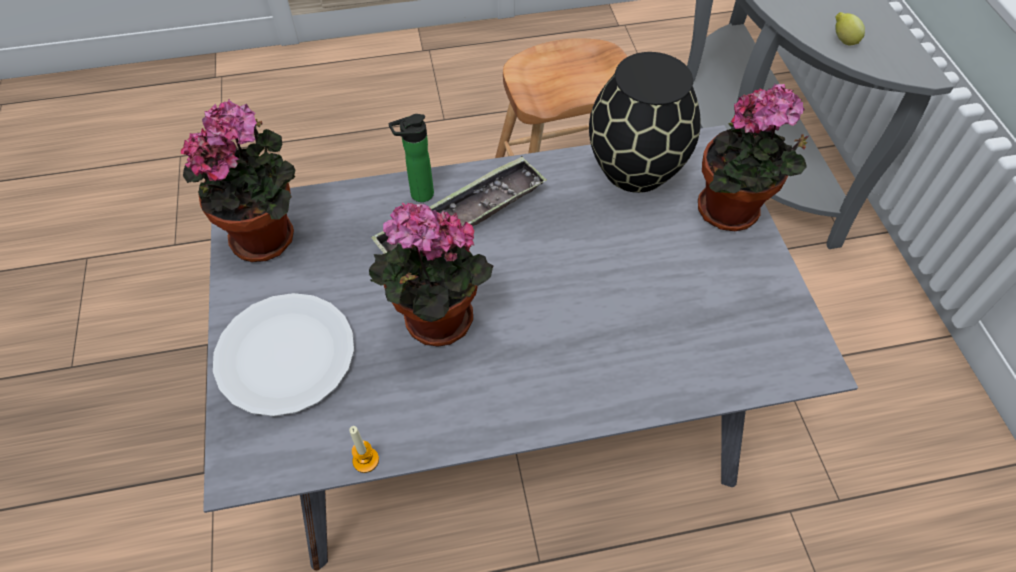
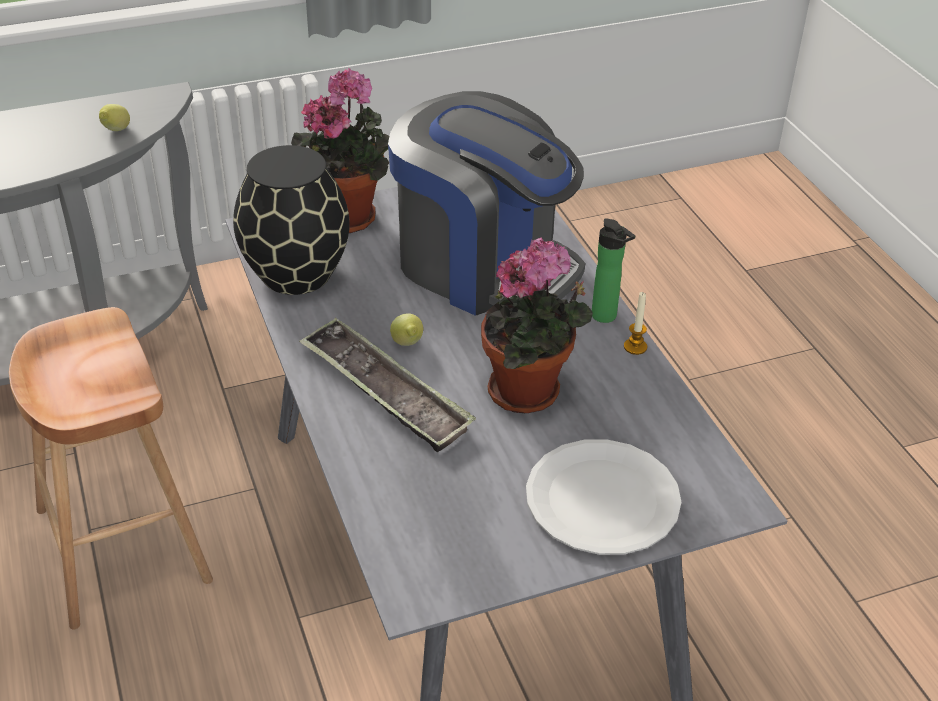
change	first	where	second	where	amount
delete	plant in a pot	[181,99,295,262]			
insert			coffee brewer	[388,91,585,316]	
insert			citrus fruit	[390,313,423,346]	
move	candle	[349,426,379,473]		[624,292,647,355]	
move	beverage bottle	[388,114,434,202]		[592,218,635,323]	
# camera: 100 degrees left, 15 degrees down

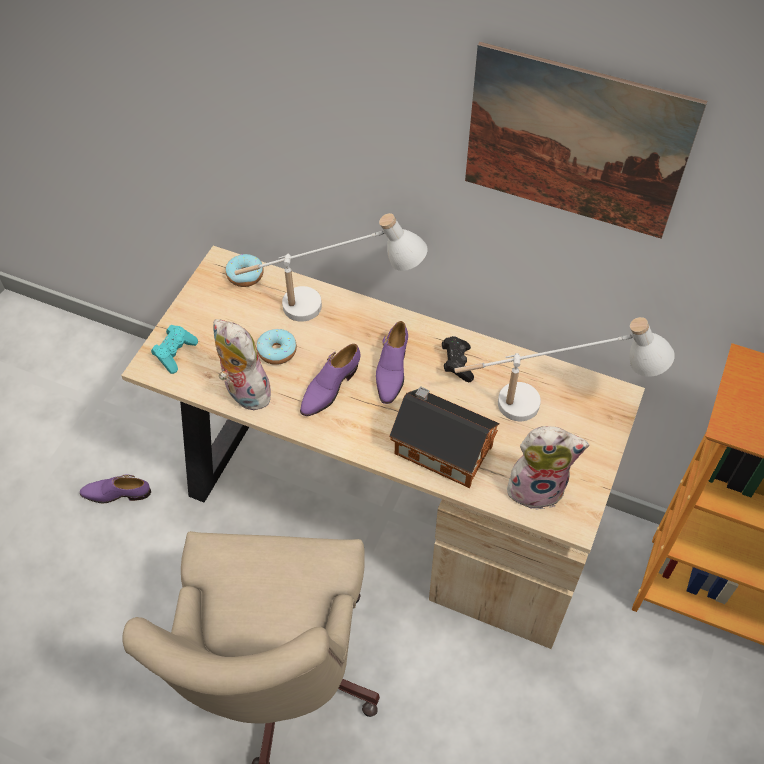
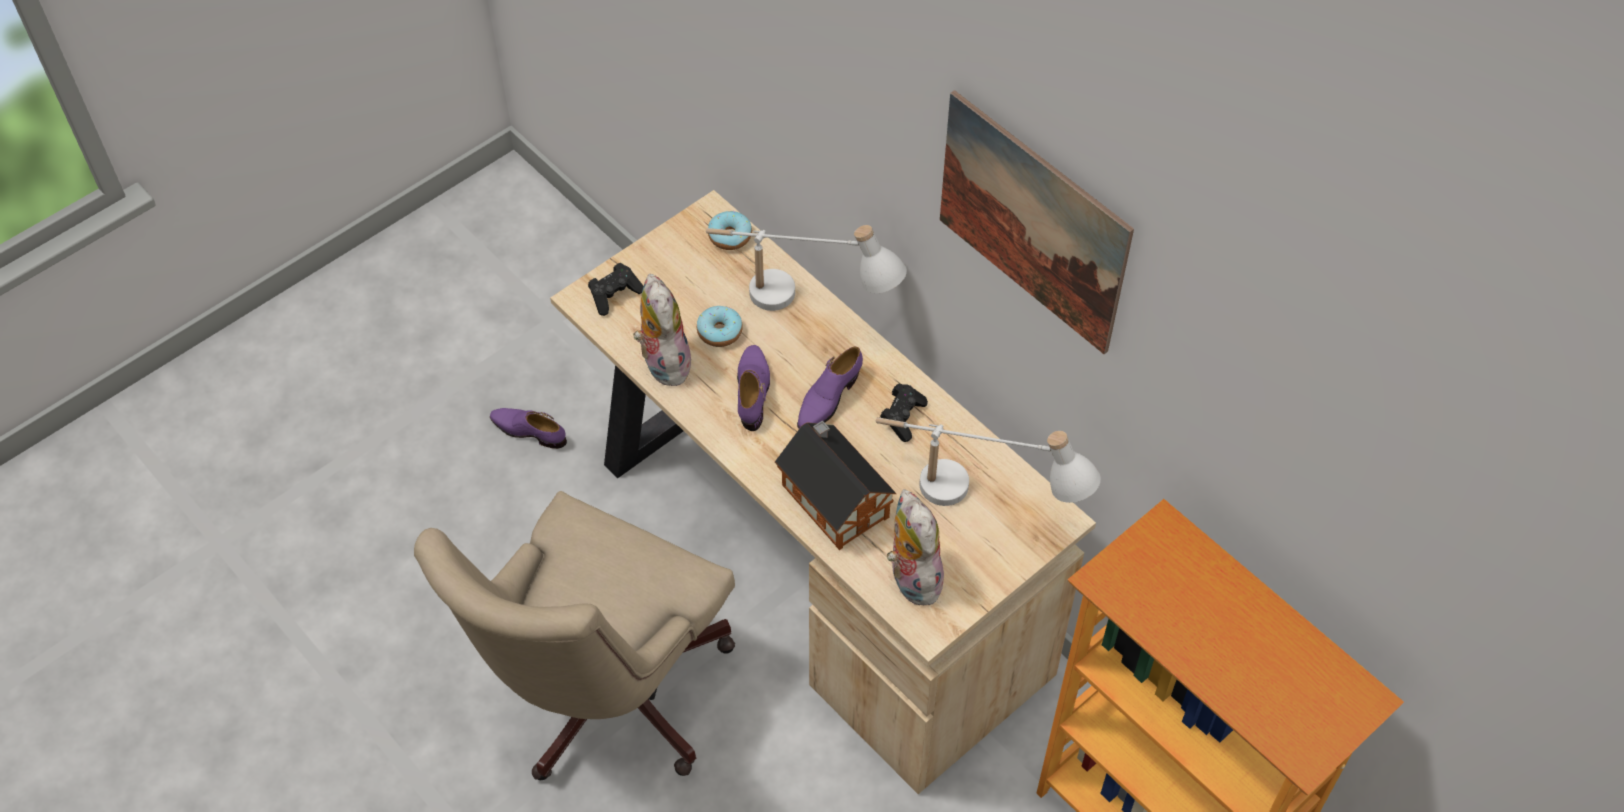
change	first	where	second	where	amount
recolor	blue-green joypad	[151,325,198,374]	blackish joypad	[588,263,644,316]	
rotate	purple-coloured low shoe	[300,344,361,416]		[737,345,770,431]	120 degrees clockwise
rotate	soft toy	[506,426,589,510]		[887,489,944,605]	135 degrees counterclockwise
# camera: 25 degrees right, 0 degrees up

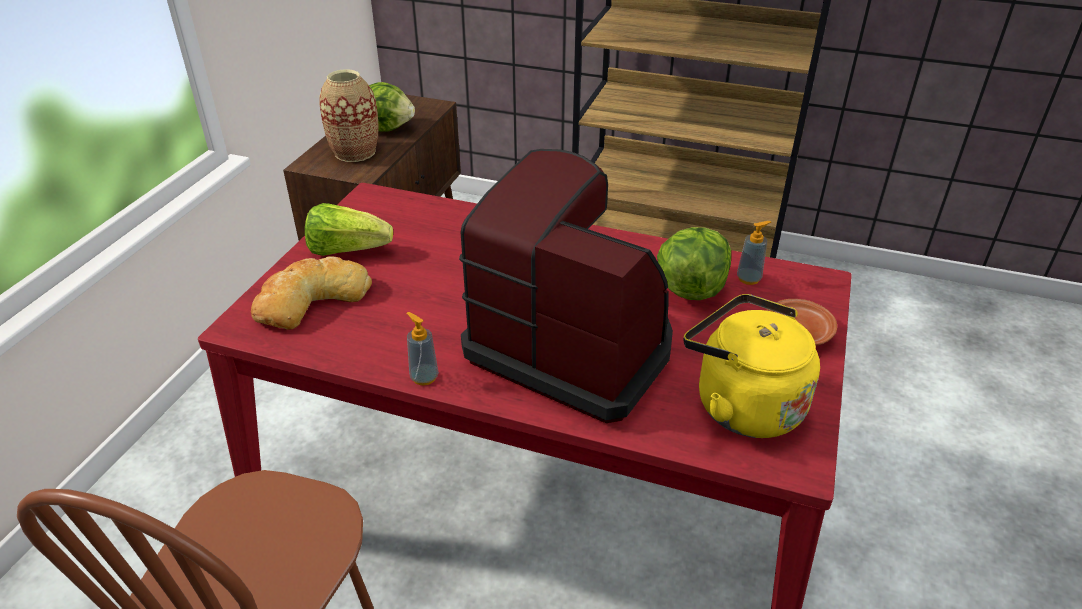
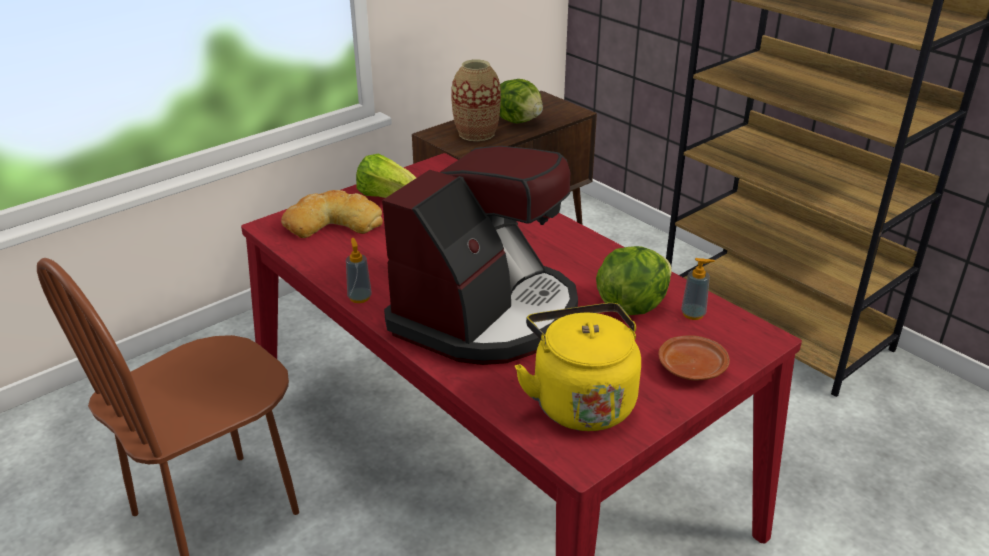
change	first	where	second	where	amount
rotate	coffee brewer	[459,149,673,423]		[382,146,578,365]	60 degrees clockwise
# camera: 30 degrees right, 5 degrees down

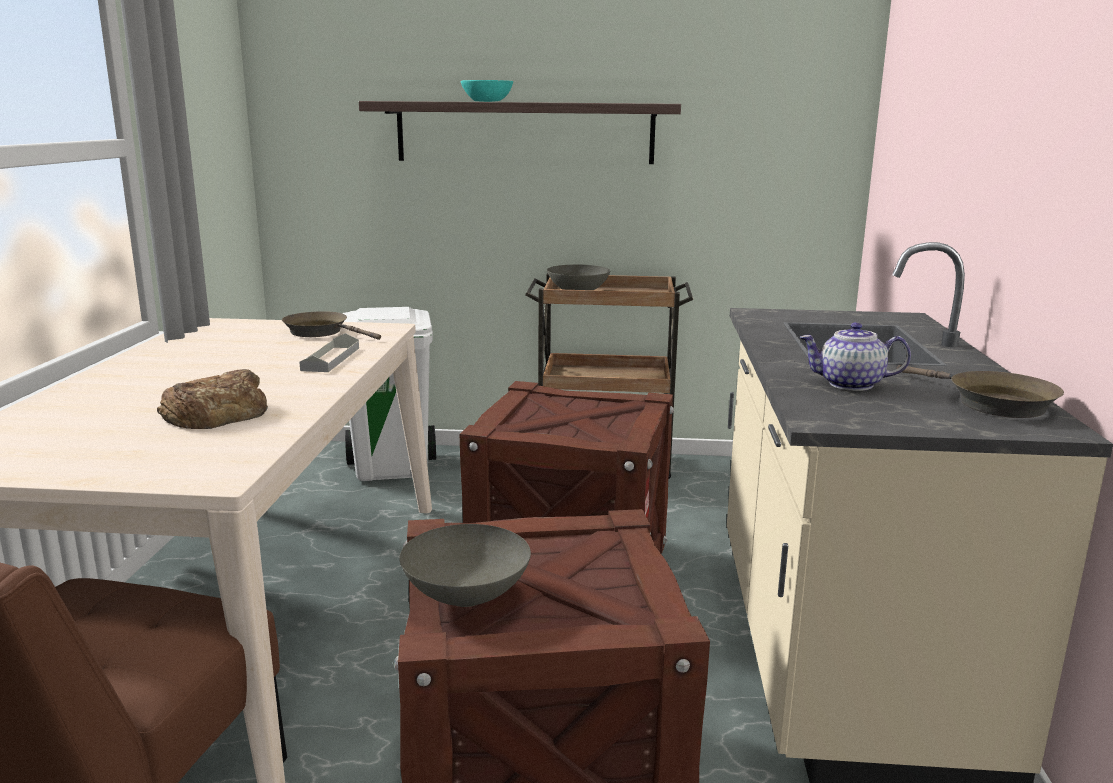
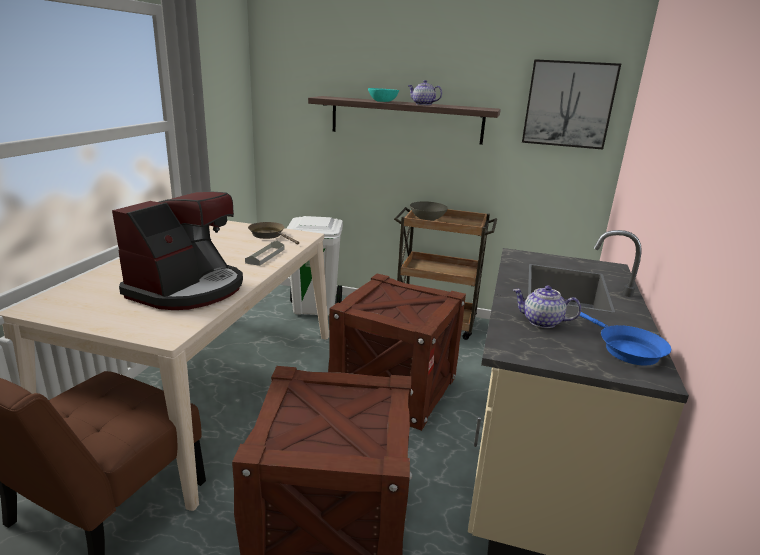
change	first	where	second	where	amount
delete	grey deep dish	[399,524,531,607]			
insert			pot for tea	[408,80,442,105]	
insert			picture	[522,59,621,149]	
replace	bakery bread	[157,369,268,429]	coffee brewer	[112,192,243,310]	
recolor	brown-coloured pan	[897,365,1064,418]	bluish pan	[579,312,671,366]	
# camera: 10 degrees right, 5 degrees up

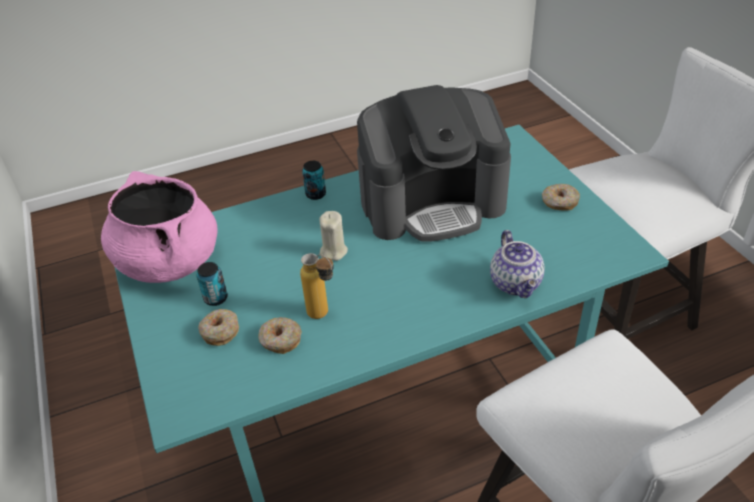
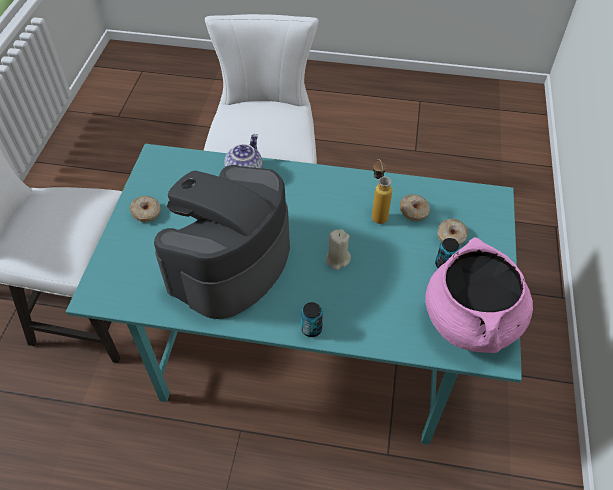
change	first	where	second	where	amount
rotate	coffee brewer	[357,85,511,242]		[154,165,290,319]	75 degrees counterclockwise
# camera: 150 degrees left, 10 degrees up

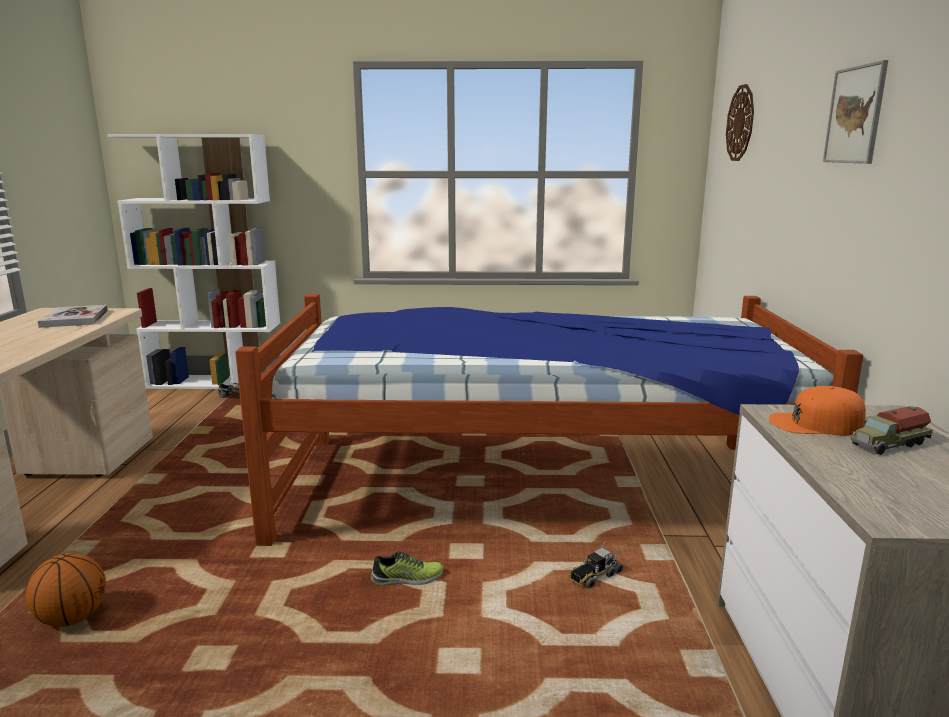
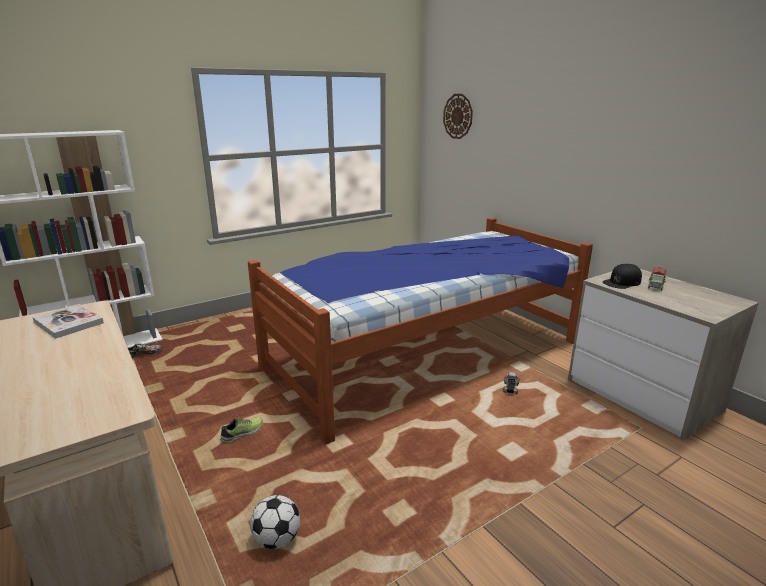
change	first	where	second	where	amount
delete	picture	[823,60,888,164]			
move	low shoe	[371,551,444,586]		[220,417,263,444]	
replace	basketball ball	[25,553,106,627]	ball for football	[250,495,300,549]	
recolor	orangey cap	[769,386,866,436]	blackish cap	[602,264,642,289]	
# camera: 35 degrees left, 5 degrees up

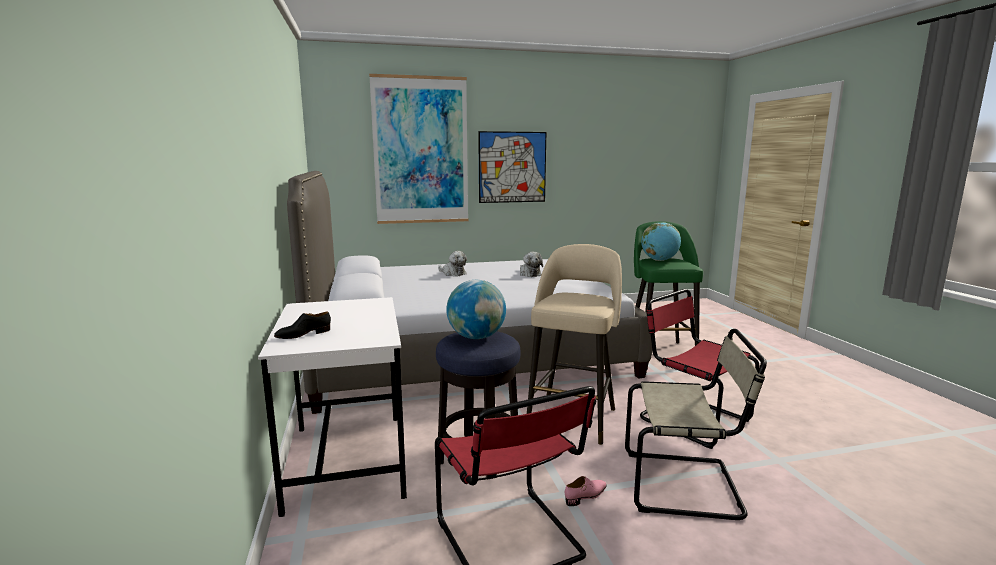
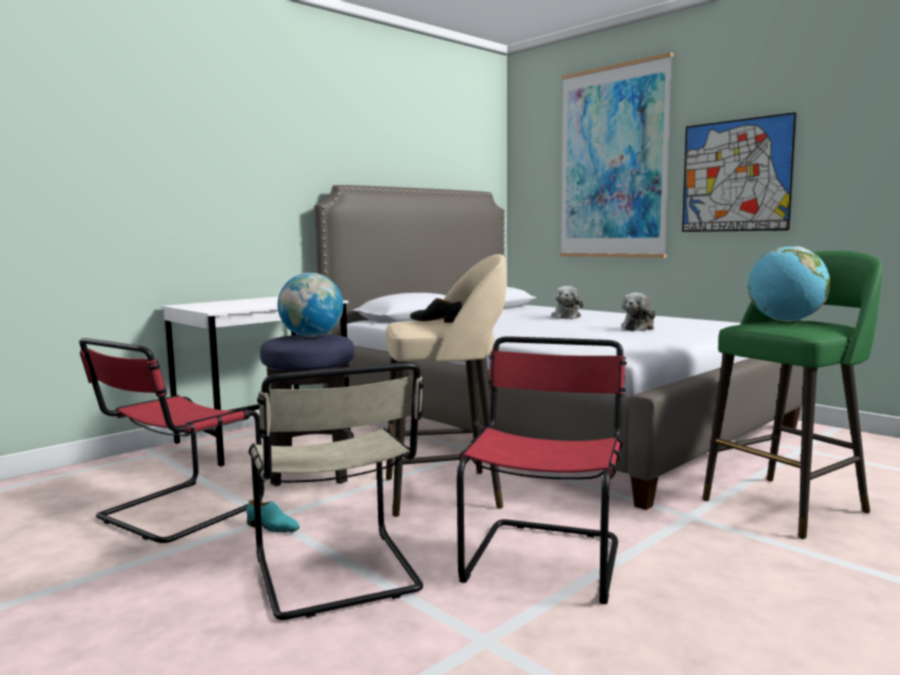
change	first	where	second	where	amount
move	blackish low shoe	[274,312,331,339]		[410,298,463,323]	
recolor	pinkish low shoe	[565,476,607,506]	blue-green low shoe	[246,500,299,533]	
# camera: 60 degrees right, 5 degrees down

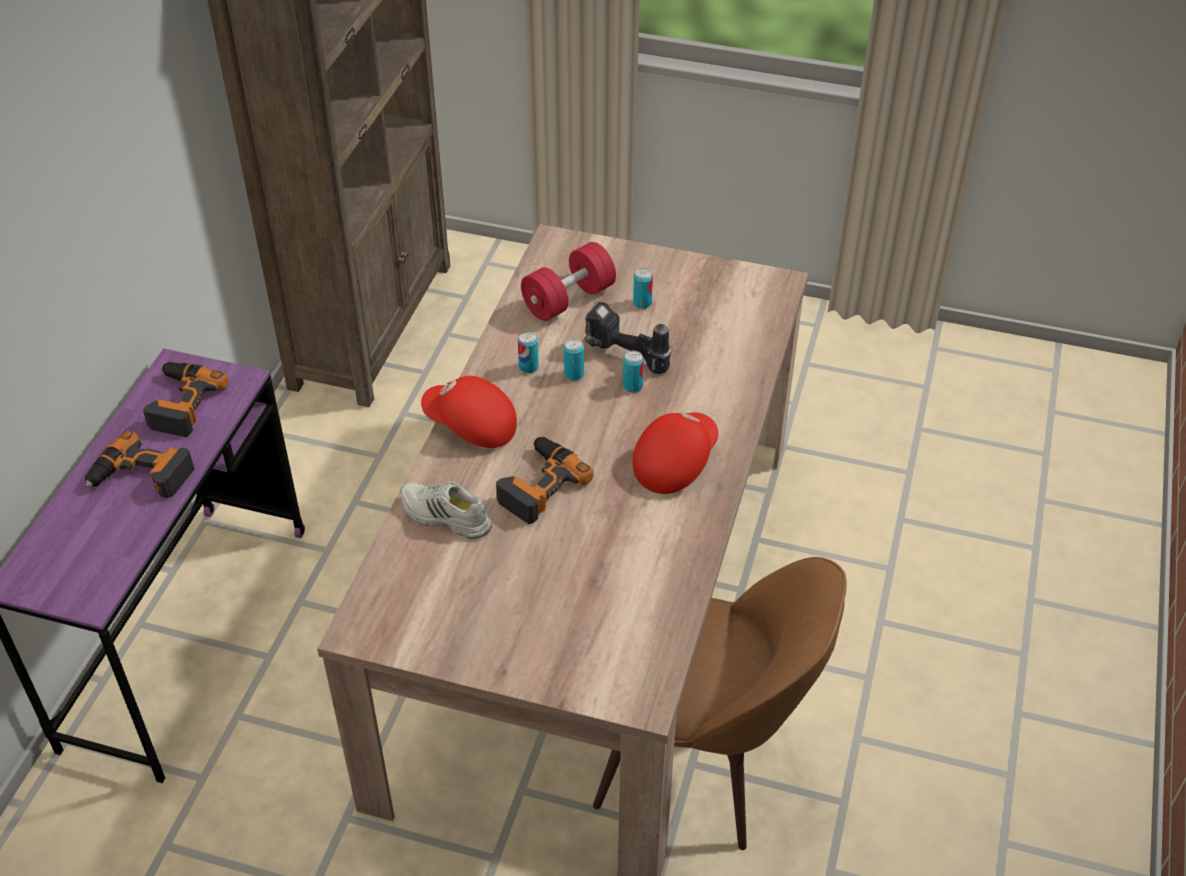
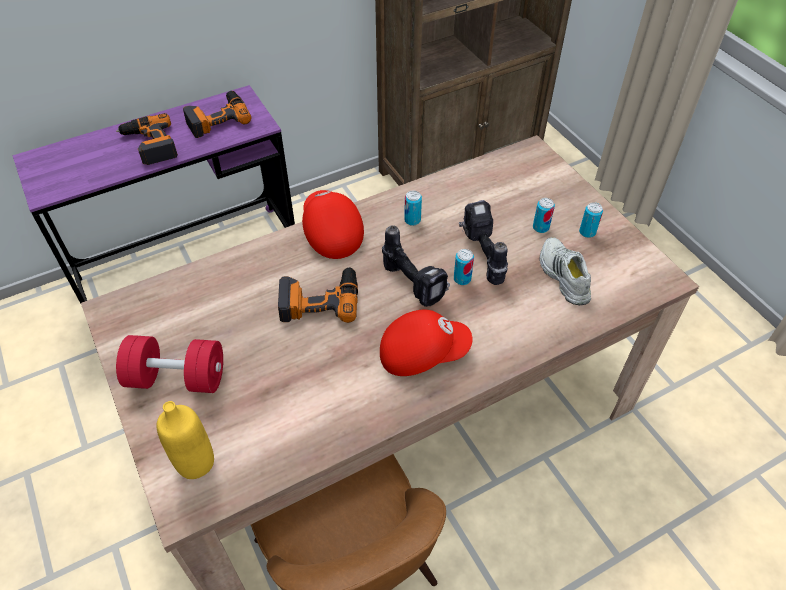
change	first	where	second	where	amount
insert			yellow-coloured beverage bottle	[157,401,214,479]	
insert			electric drill	[382,226,450,307]	
move	white-coloured low shoe	[400,482,492,539]		[540,237,591,305]	
move	reddish dumbbell	[521,242,616,321]		[116,335,223,393]	
move	can	[564,339,584,381]		[579,202,603,238]	
# camera: 45 degrees right, 5 degrees up

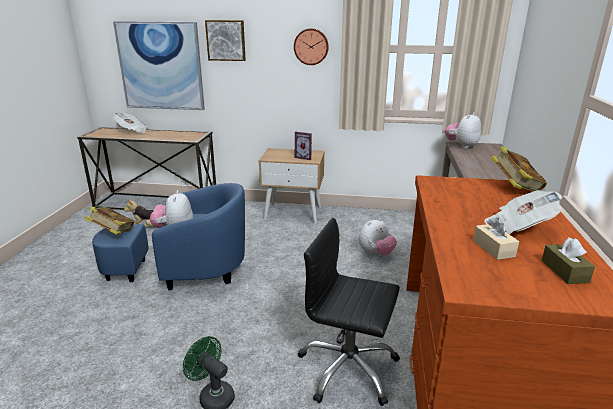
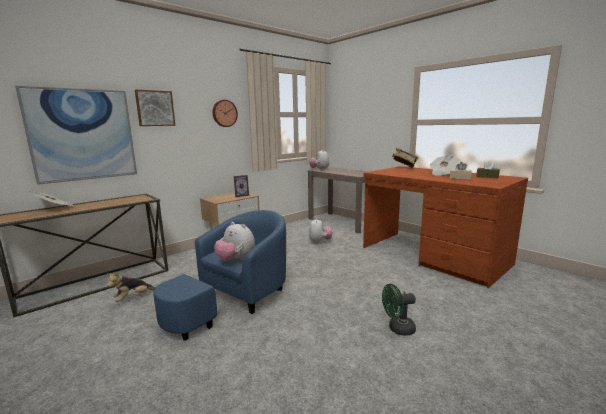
change	first	where	second	where	amount
delete	volume	[85,207,134,235]			
delete	blackish computer chair	[298,218,400,406]			
# camera: 50 degrees left, 10 degrees down

